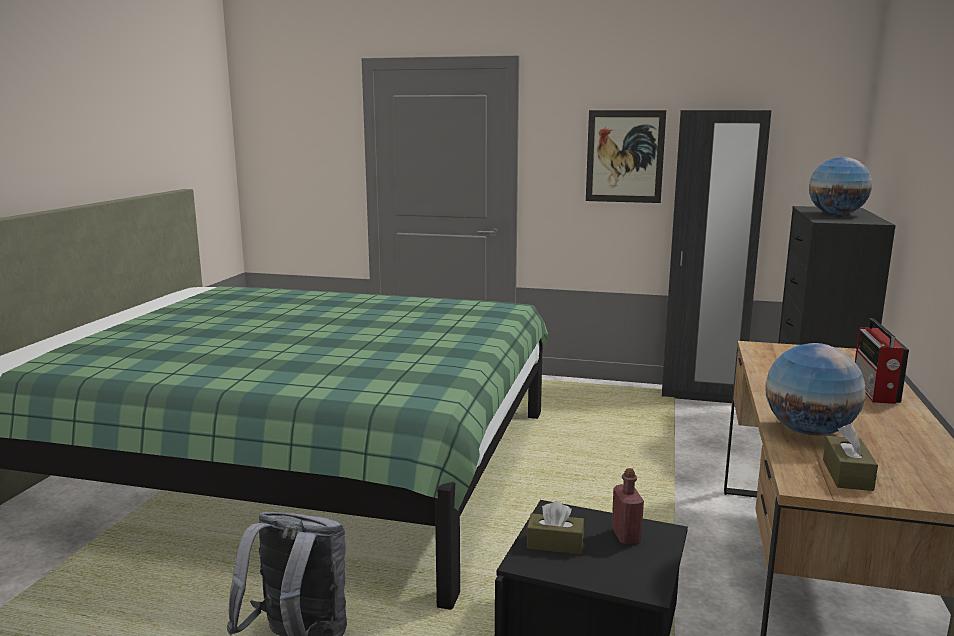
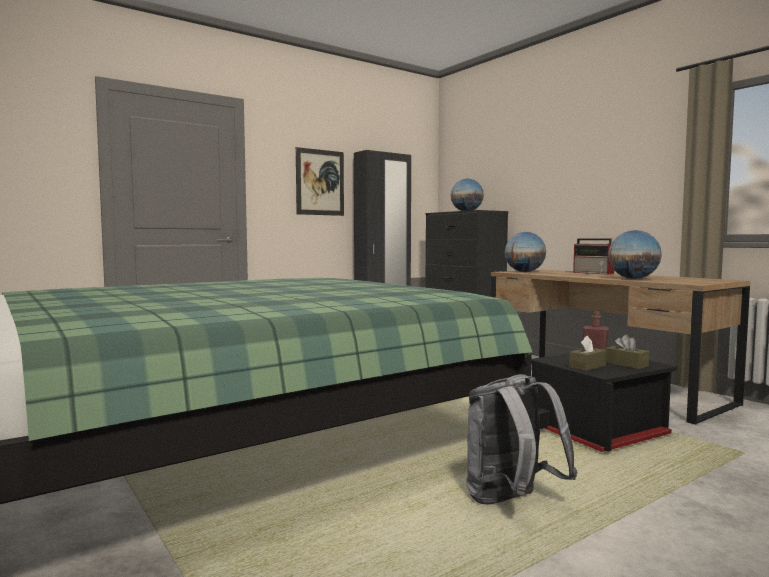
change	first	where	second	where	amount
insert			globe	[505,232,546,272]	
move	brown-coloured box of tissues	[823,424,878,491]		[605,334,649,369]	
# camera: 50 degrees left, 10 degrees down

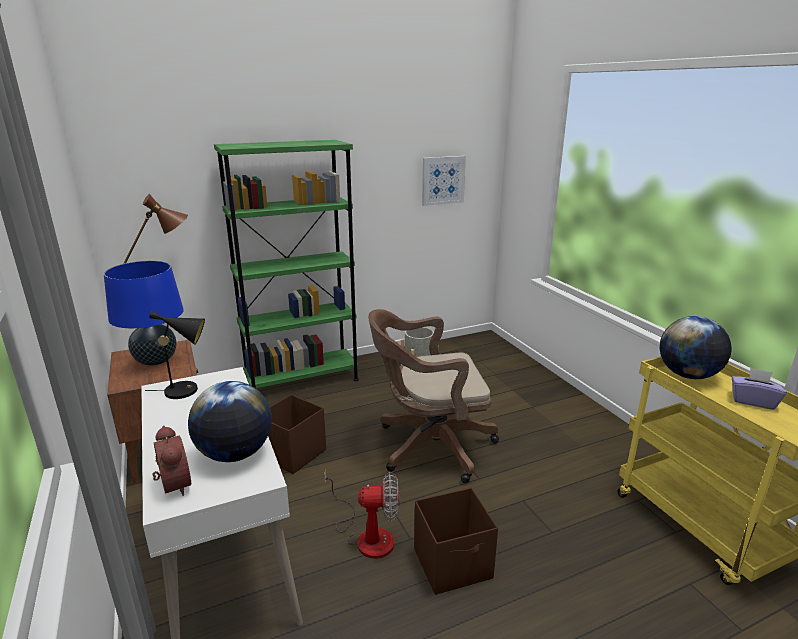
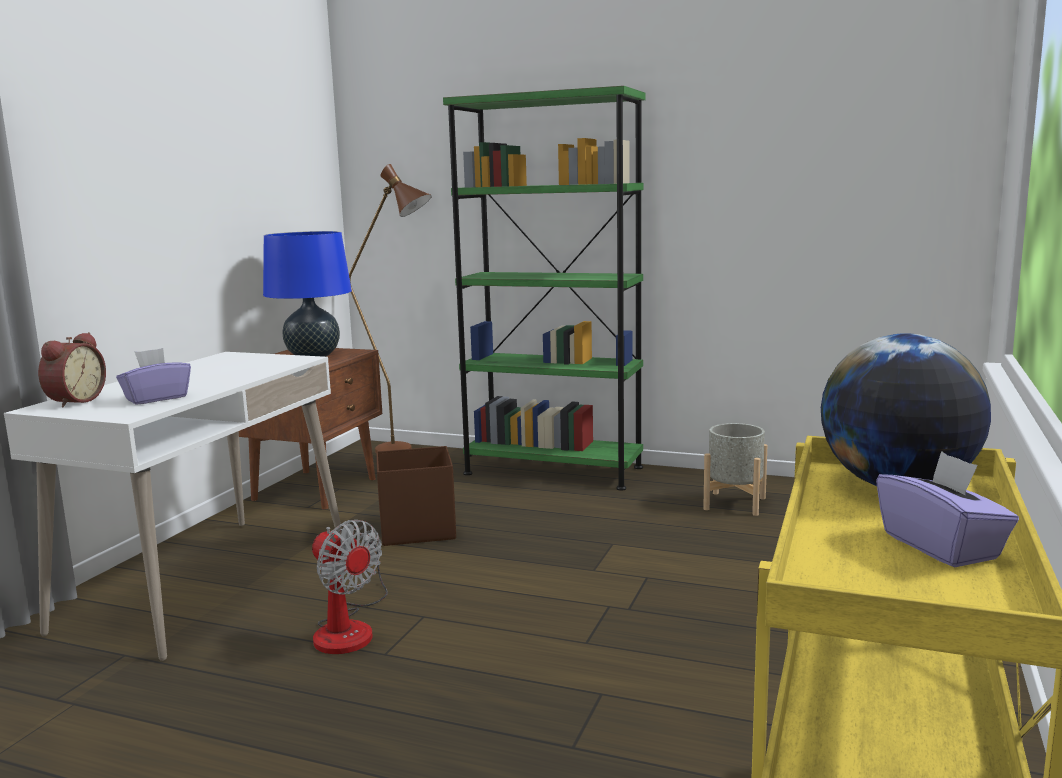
change	first	where	second	where	amount
delete	blackish table lamp	[145,311,205,399]			
delete	brown-coloured computer chair	[368,309,499,483]			
delete	brown-coloured storage container	[414,488,498,595]			
delete	picture	[422,156,466,206]			
replace	globe	[188,381,271,462]	purple-coloured box of tissues	[116,348,191,405]	
# camera: 45 degrees right, 10 degrees down

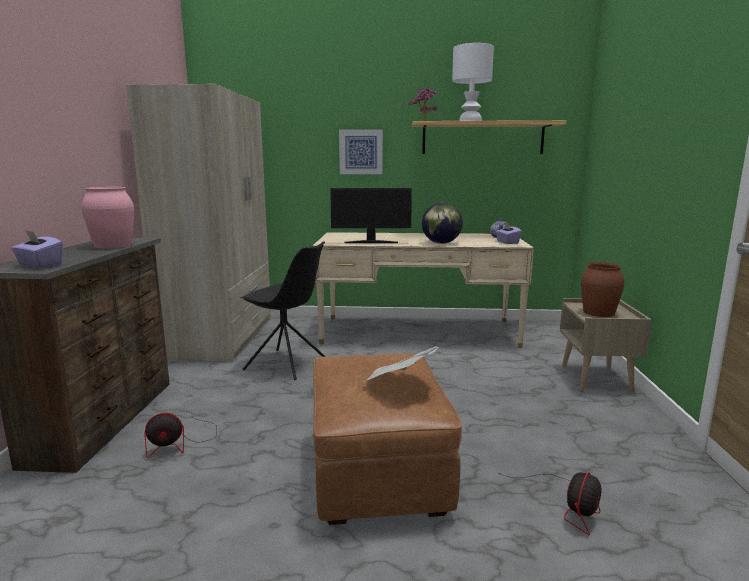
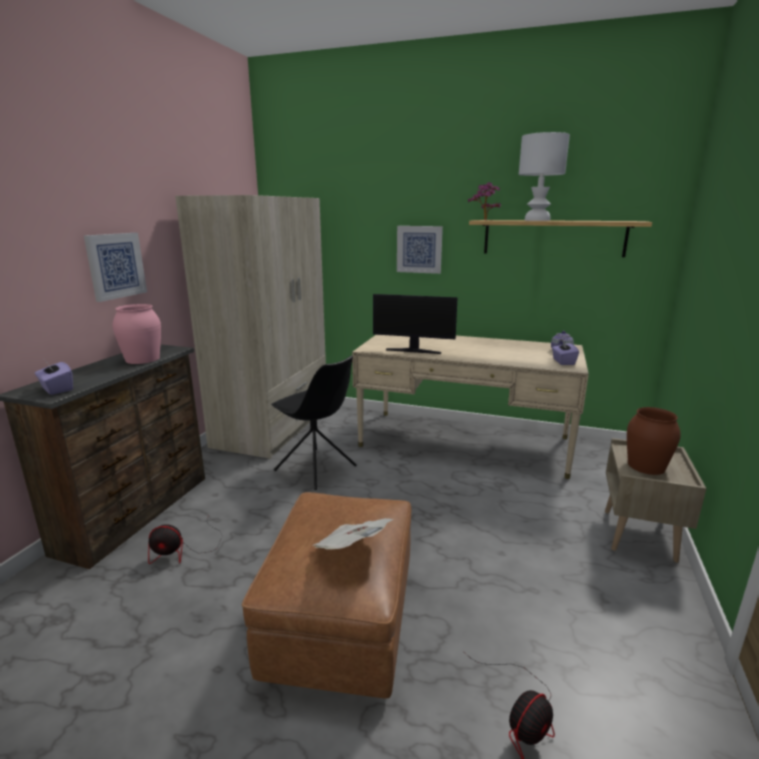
change	first	where	second	where	amount
delete	globe	[422,202,463,244]			
insert			picture	[84,233,147,302]	
# camera: 15 degrees right, 5 degrees up

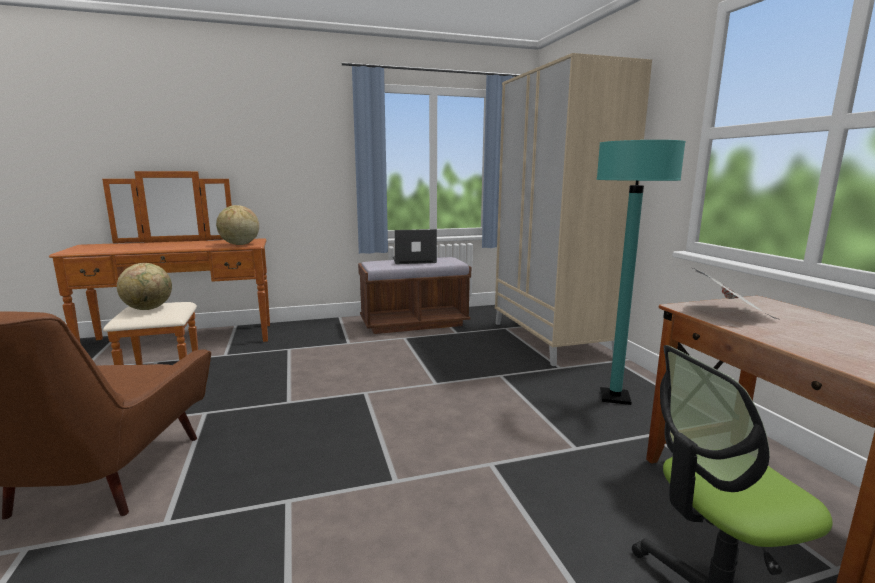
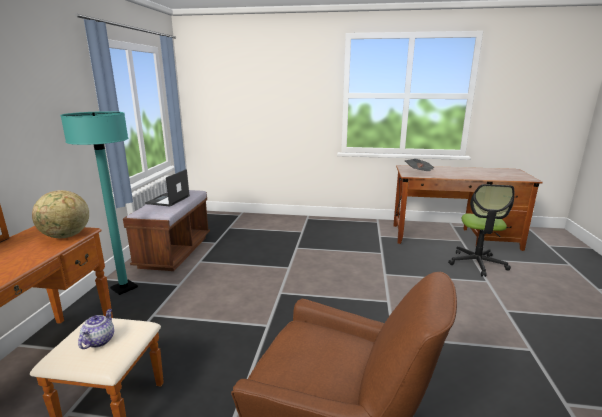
change	first	where	second	where	amount
delete	sand-coloured armoire	[495,53,652,366]			
move	blue-green floor lamp	[596,140,686,405]		[60,111,138,295]	
replace	globe	[117,263,172,310]	pot for tea	[78,309,114,349]	
# camera: 65 degrees left, 5 degrees up

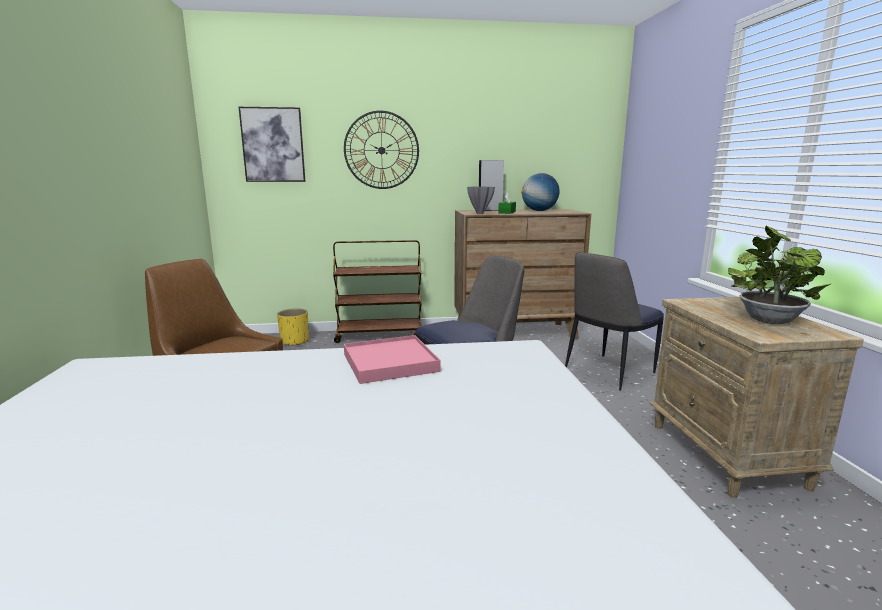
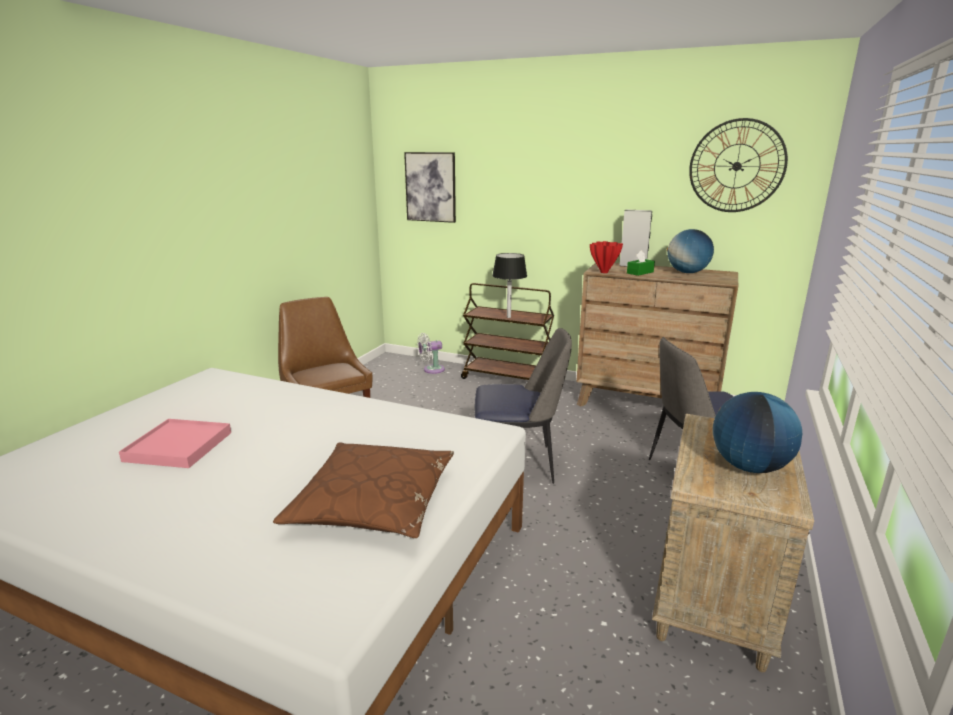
change	first	where	second	where	amount
insert			brown-coloured throw pillow	[273,443,454,538]	
insert			blackish table lamp	[492,253,527,318]	
move	hanging clock	[344,110,419,189]		[689,118,788,212]	
move	pinkish tray	[344,335,441,384]		[119,419,231,468]	
replace	yellow-coloured plant pot	[277,308,309,346]	white-coloured cooling fan	[417,333,445,374]	
replace	plant in a pot	[728,226,830,324]	globe	[712,392,802,473]	
recolor	grey decorative vase	[467,187,495,214]	reddish decorative vase	[590,241,623,273]	
# camera: 30 degrees right, 5 degrees up

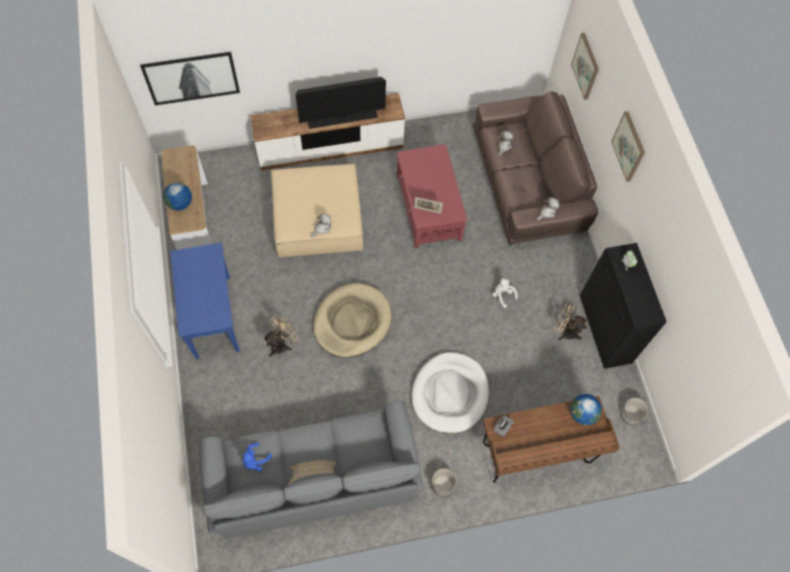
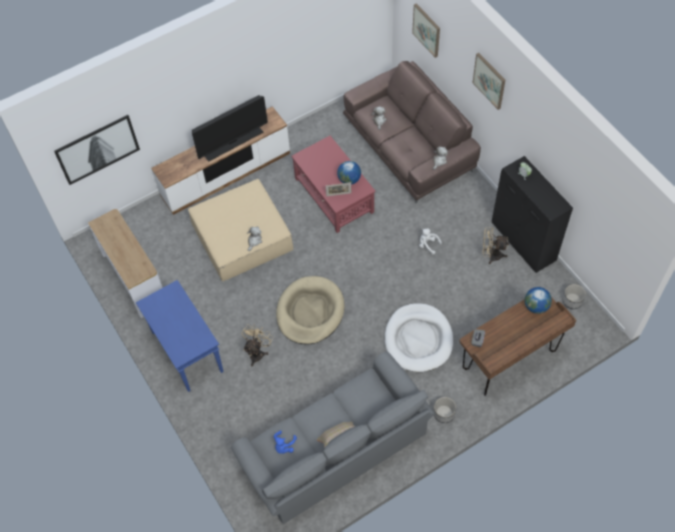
change	first	where	second	where	amount
move	globe	[163,183,192,210]		[337,161,361,185]	
# camera: 15 degrees left, 5 degrees down

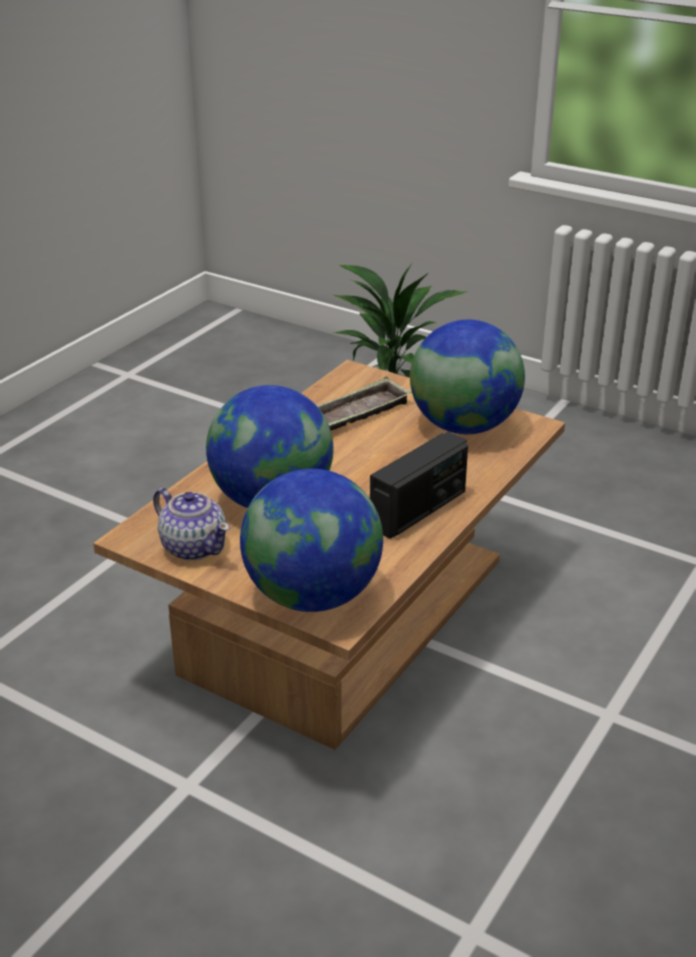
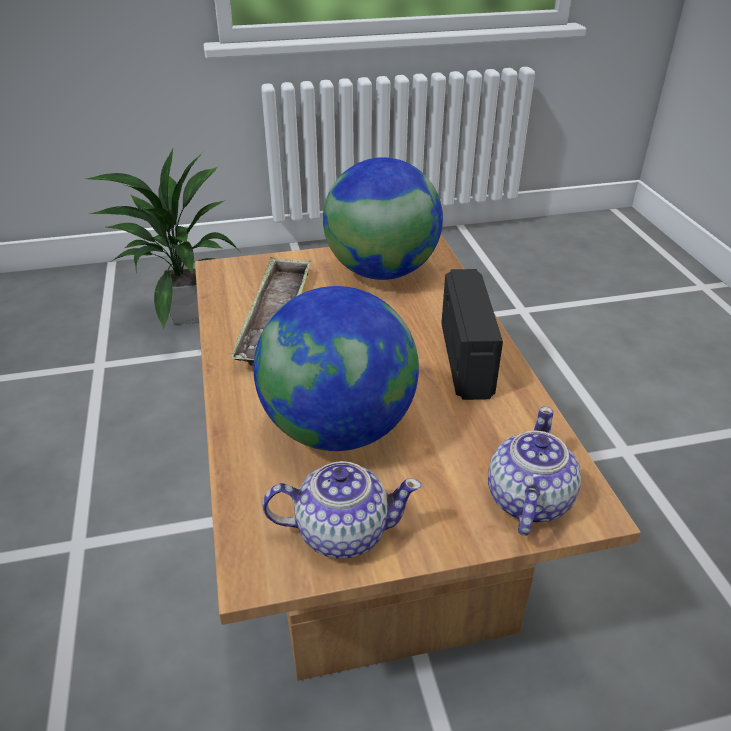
change	first	where	second	where	amount
replace	globe	[240,469,383,612]	pot for tea	[488,406,581,536]	
# camera: 45 degrees left, 5 degrees up

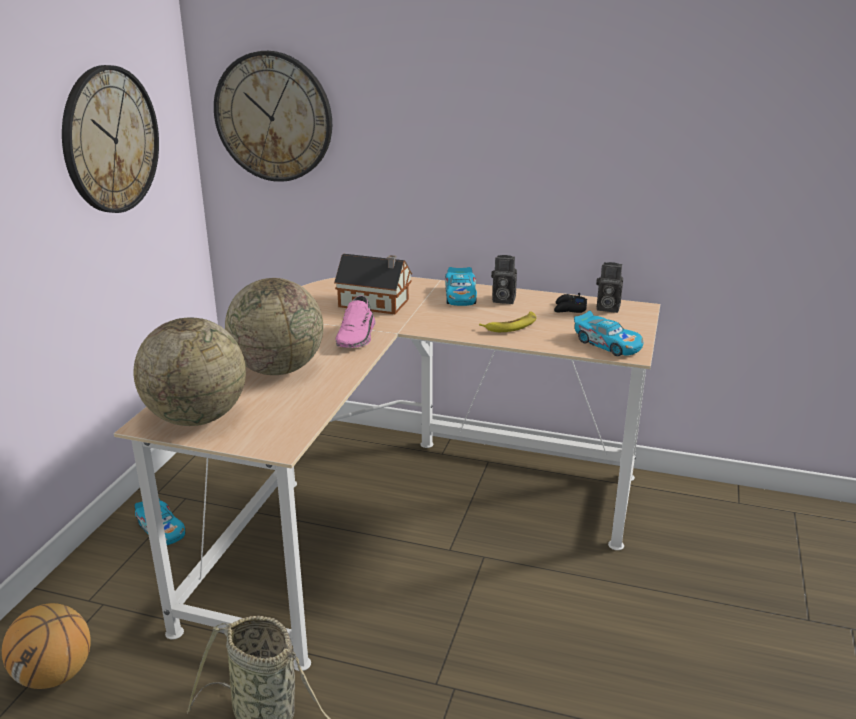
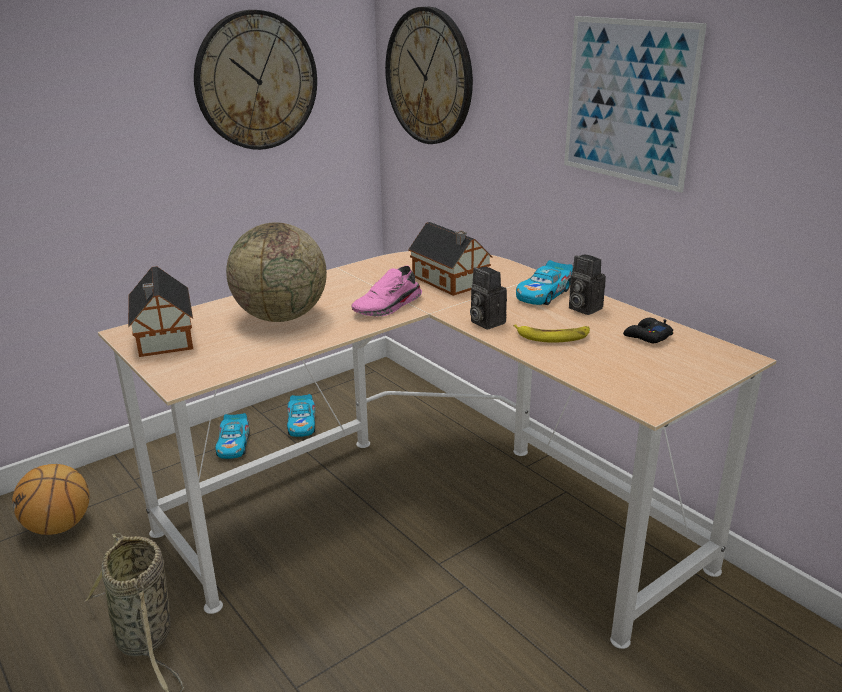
change	first	where	second	where	amount
insert			picture	[564,16,707,193]	
move	model car	[574,311,643,356]		[287,394,315,437]	
move	still camera	[596,262,623,313]		[470,267,507,329]	
replace	globe	[133,317,246,426]	toy house	[128,266,193,357]	
# camera: 35 degrees right, 0 degrees up

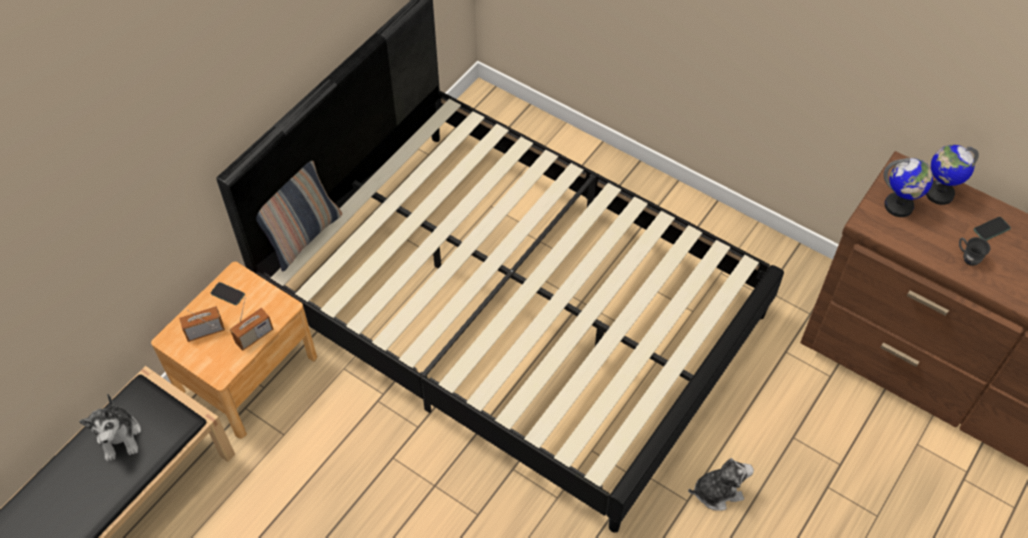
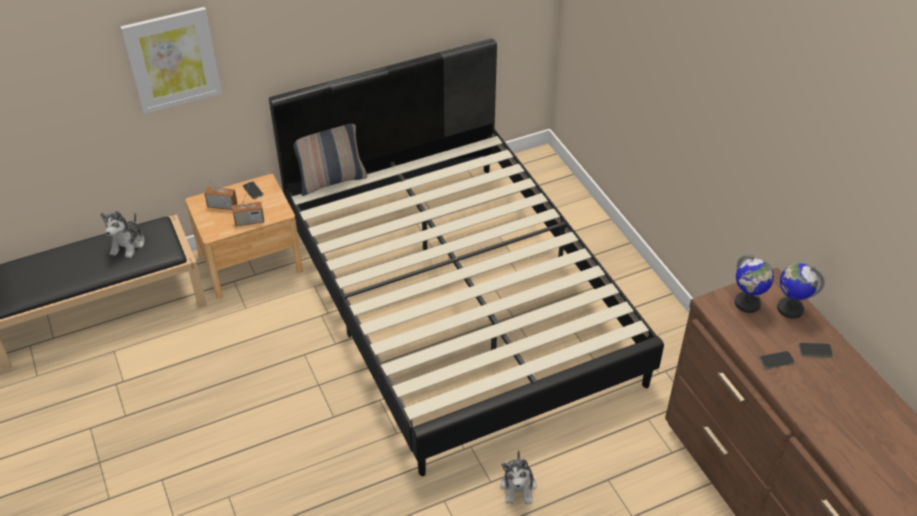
change	first	where	second	where	amount
insert			picture	[120,7,222,114]	
replace	grey tea mug	[959,237,990,266]	handset	[759,351,795,369]	
rotate	soft toy	[688,458,754,511]		[500,450,536,505]	75 degrees clockwise
# camera: 30 degrees right, 10 degrees down

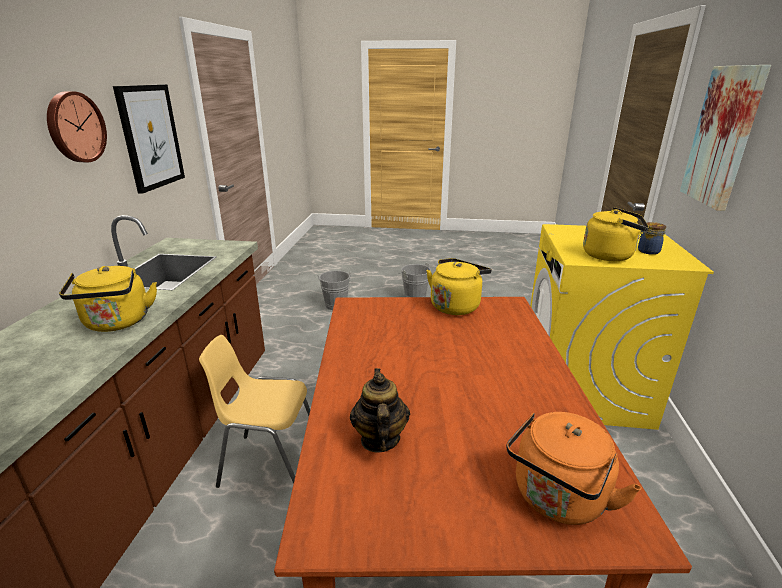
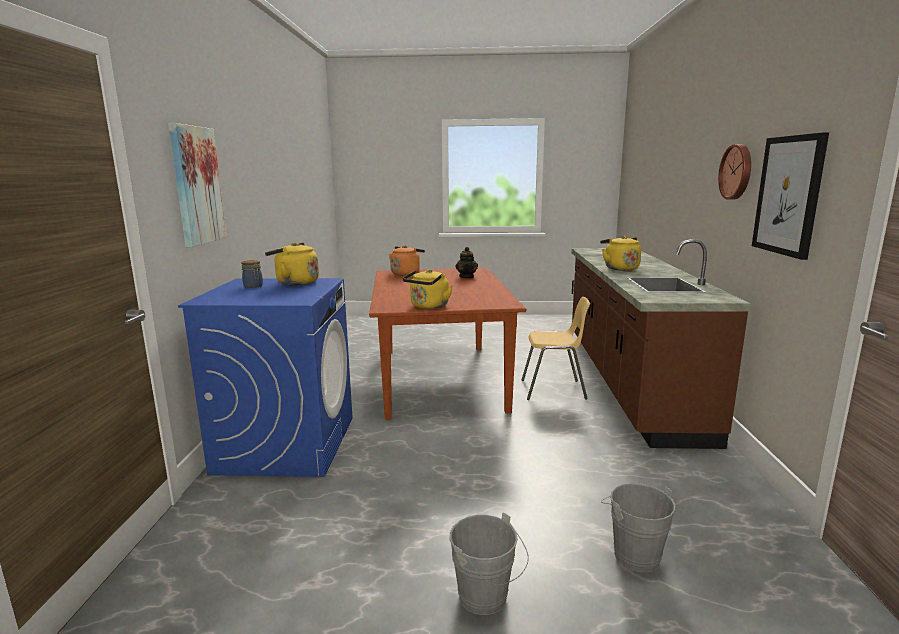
change	first	where	second	where	amount
recolor	yellow-coloured laundry machine	[530,224,714,430]	bluish laundry machine	[178,278,353,477]	
# camera: 175 degrees right, 10 degrees down

